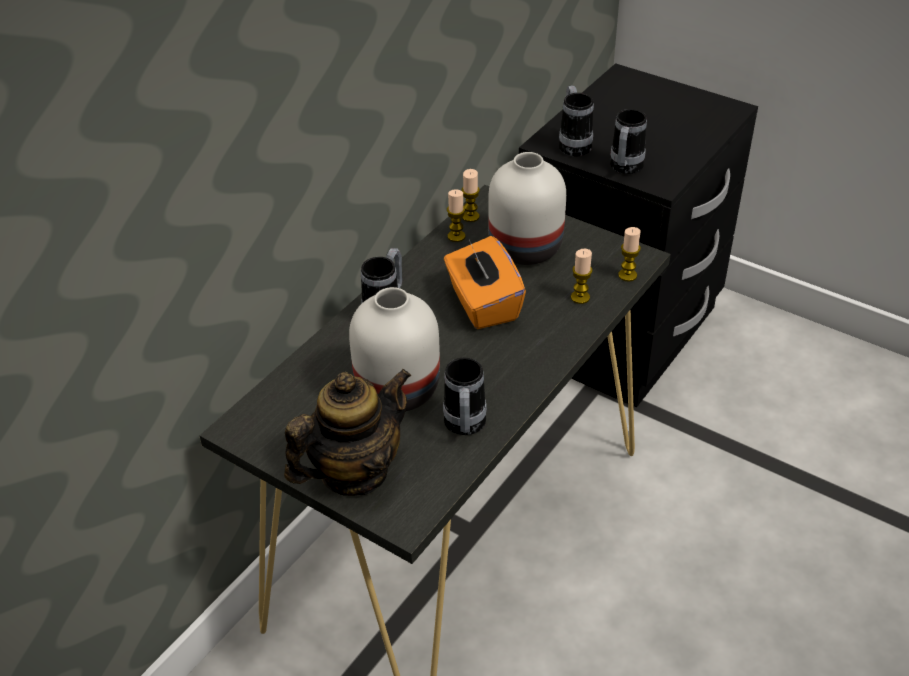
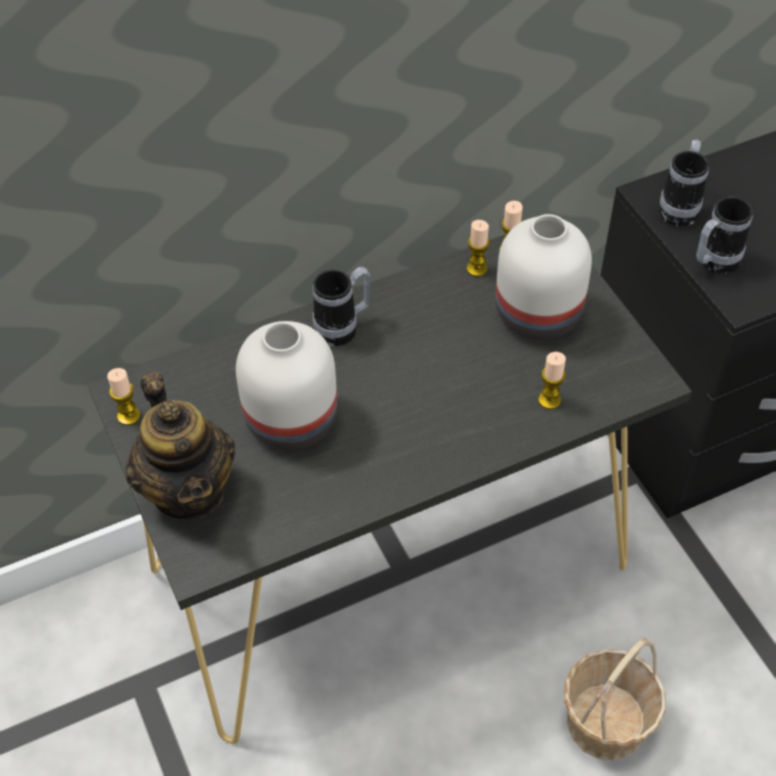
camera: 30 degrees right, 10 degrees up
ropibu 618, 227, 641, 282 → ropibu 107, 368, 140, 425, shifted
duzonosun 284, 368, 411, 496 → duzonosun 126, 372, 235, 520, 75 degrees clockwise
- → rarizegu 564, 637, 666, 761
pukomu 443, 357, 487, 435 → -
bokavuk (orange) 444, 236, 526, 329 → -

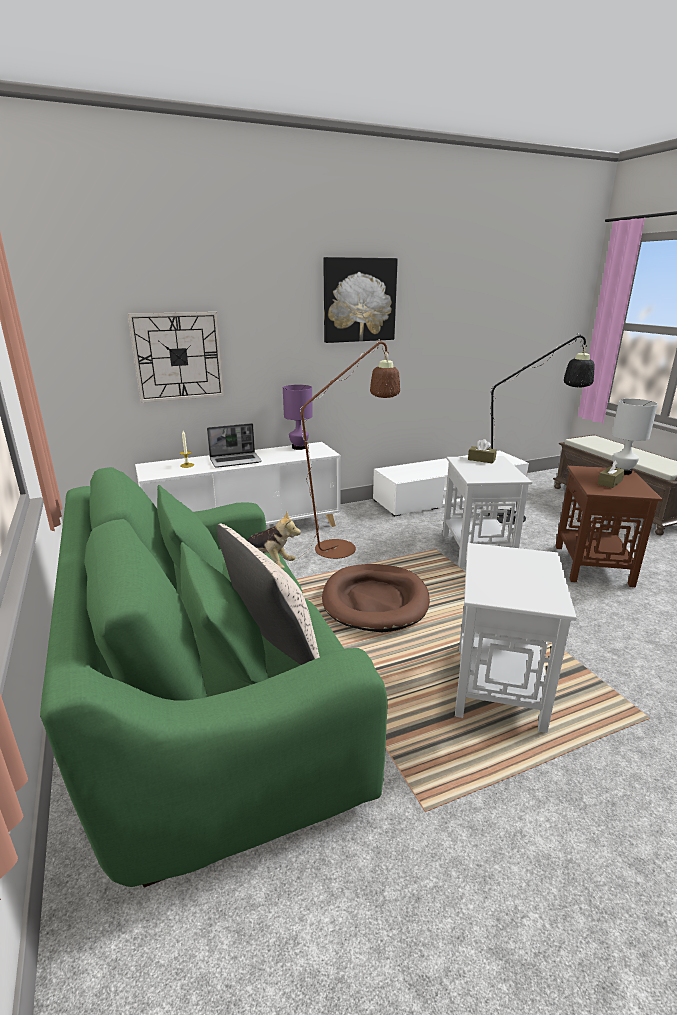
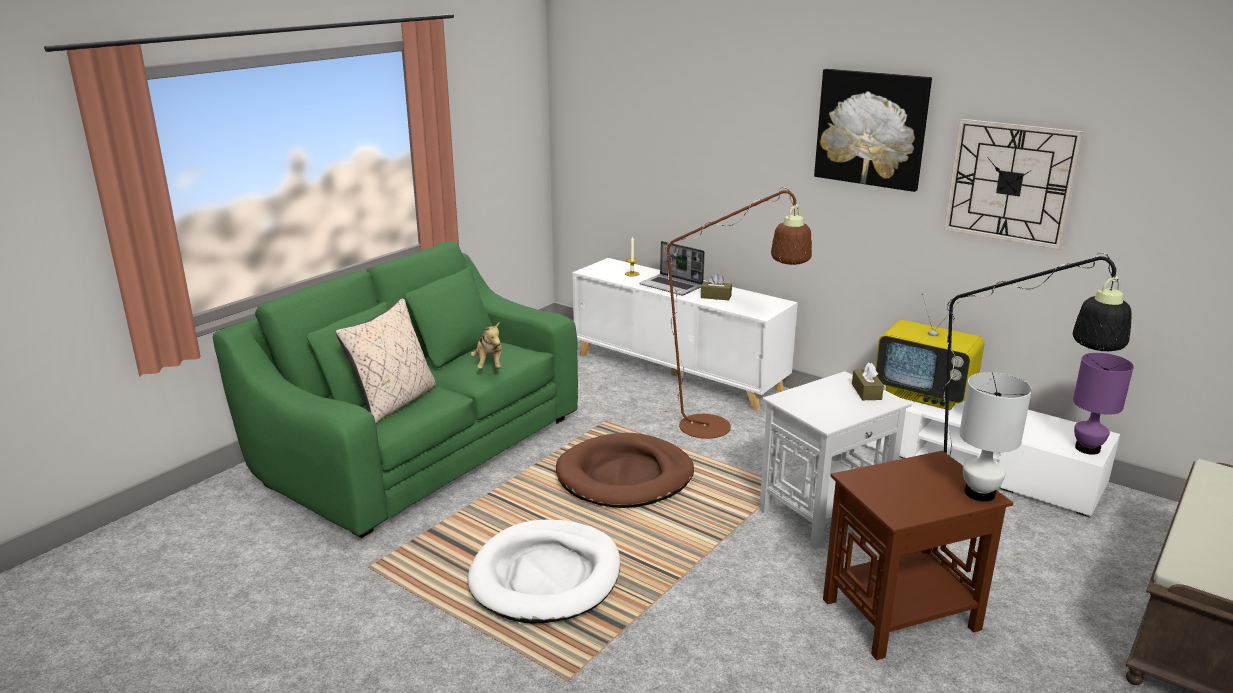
camera: 60 degrees right, 0 degrees up
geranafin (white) 455, 543, 577, 733 → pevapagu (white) 468, 519, 620, 623
bokavuk (brown) 598, 460, 625, 488 → bokavuk (brown) 701, 274, 732, 300, shifted
- → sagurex 875, 293, 984, 410
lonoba 128, 312, 224, 403 → lonoba 944, 119, 1084, 250, shifted
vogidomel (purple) 283, 385, 313, 450 → vogidomel (purple) 1073, 353, 1134, 455, shifted

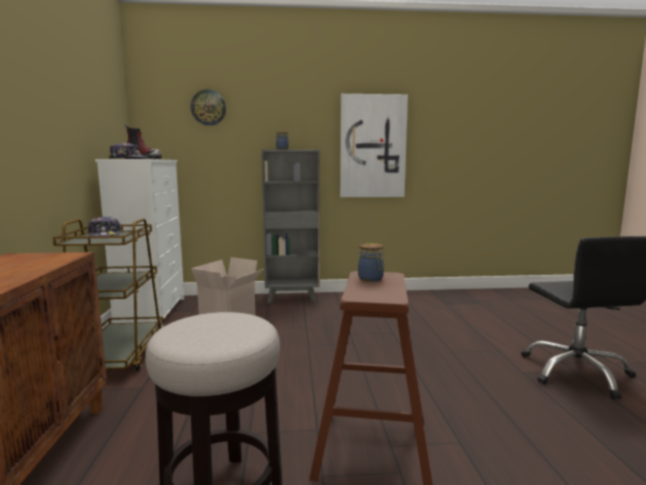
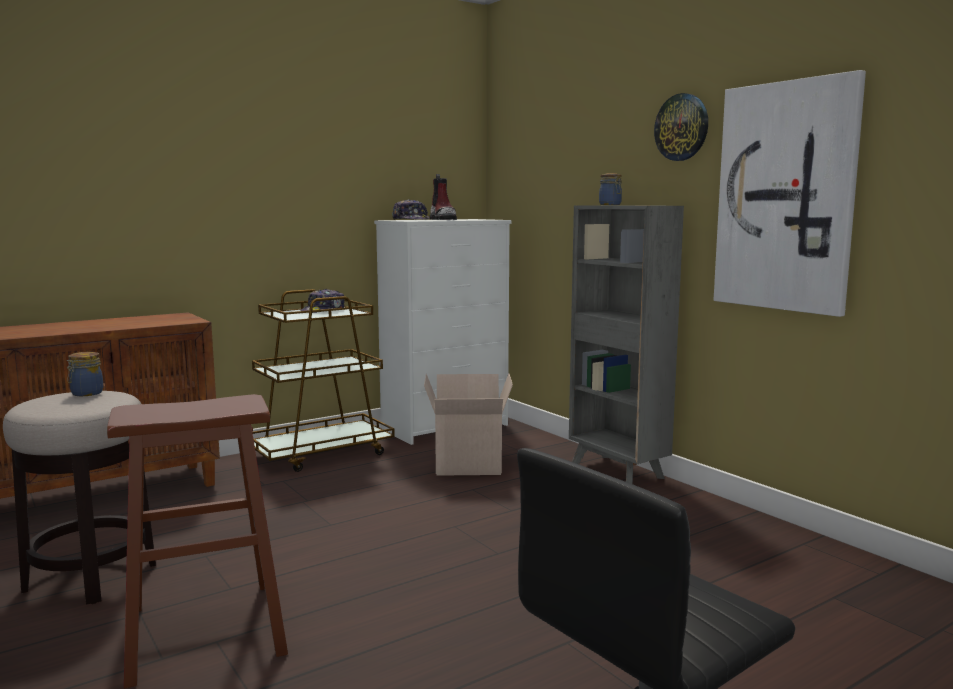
camera: 60 degrees right, 0 degrees up
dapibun 358, 243, 384, 282 → dapibun 67, 352, 103, 396, shifted
lonoba 191, 90, 226, 126 → lonoba 654, 93, 708, 161, shifted

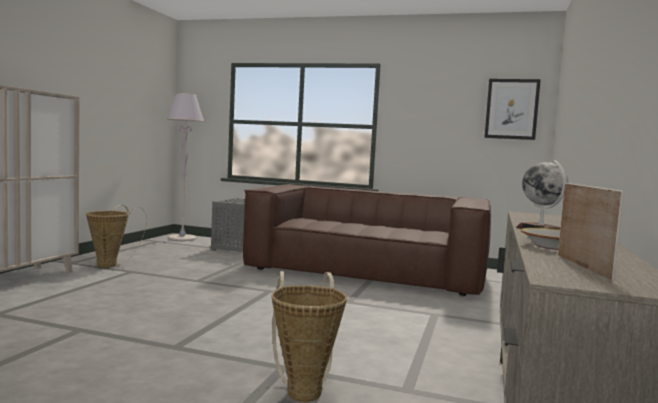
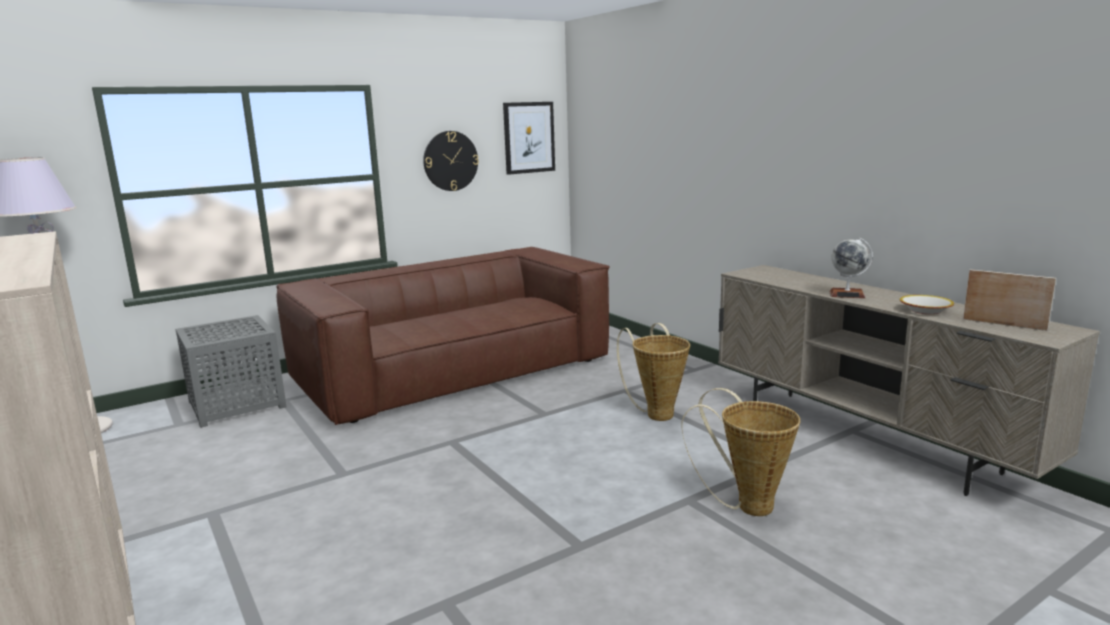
camera: 50 degrees left, 10 degrees up
- → lonoba 423, 131, 479, 191
rarizegu 86, 205, 147, 268 → rarizegu 617, 323, 690, 421, shifted

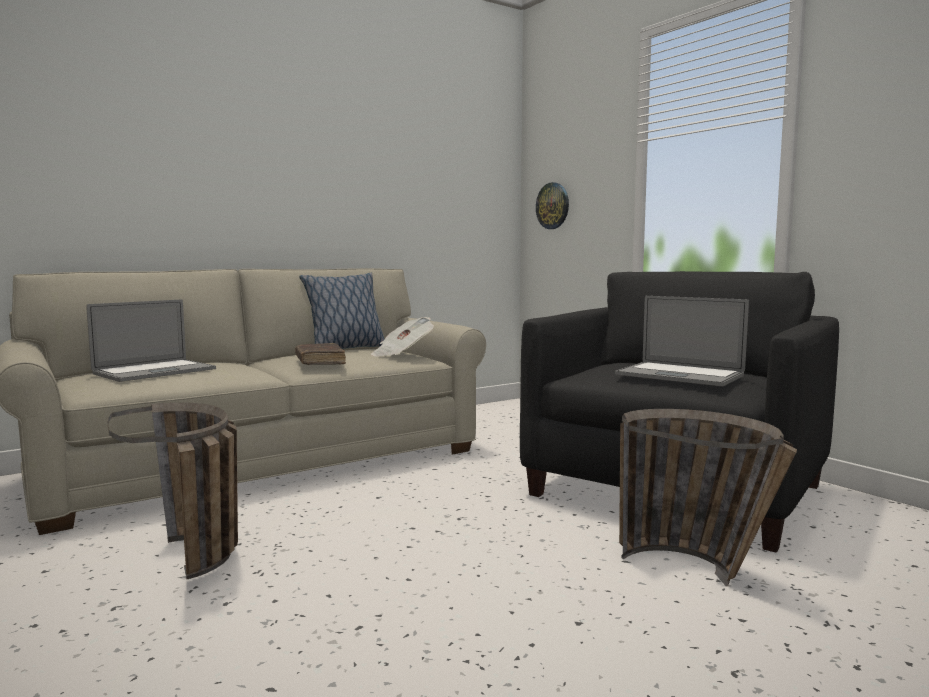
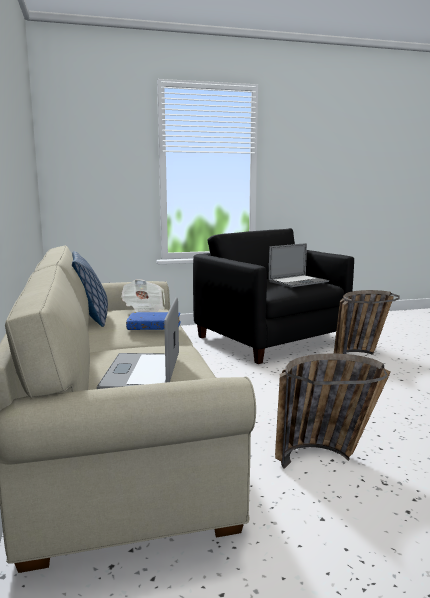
camera: 70 degrees left, 5 degrees up
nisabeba 86, 299, 216, 382 → nisabeba 97, 297, 179, 389, 150 degrees counterclockwise
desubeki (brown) 295, 343, 346, 365 → desubeki (blue) 126, 312, 181, 330
lonoba 536, 182, 569, 229 → -

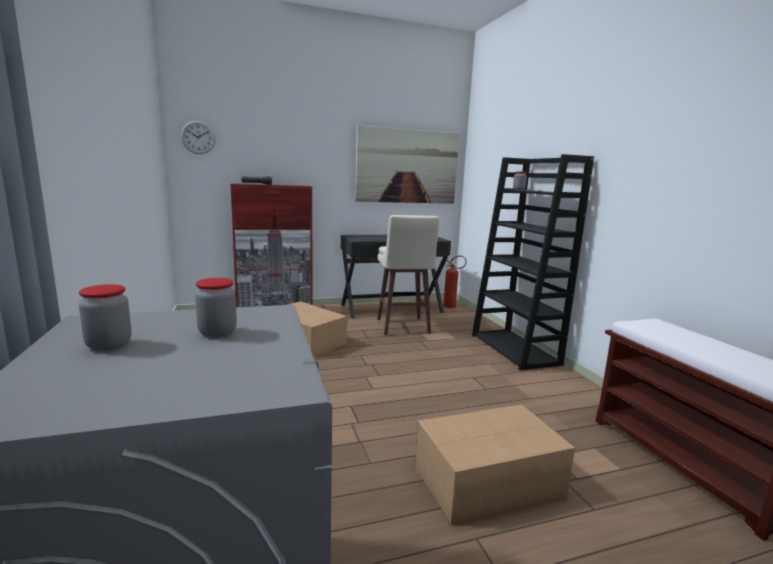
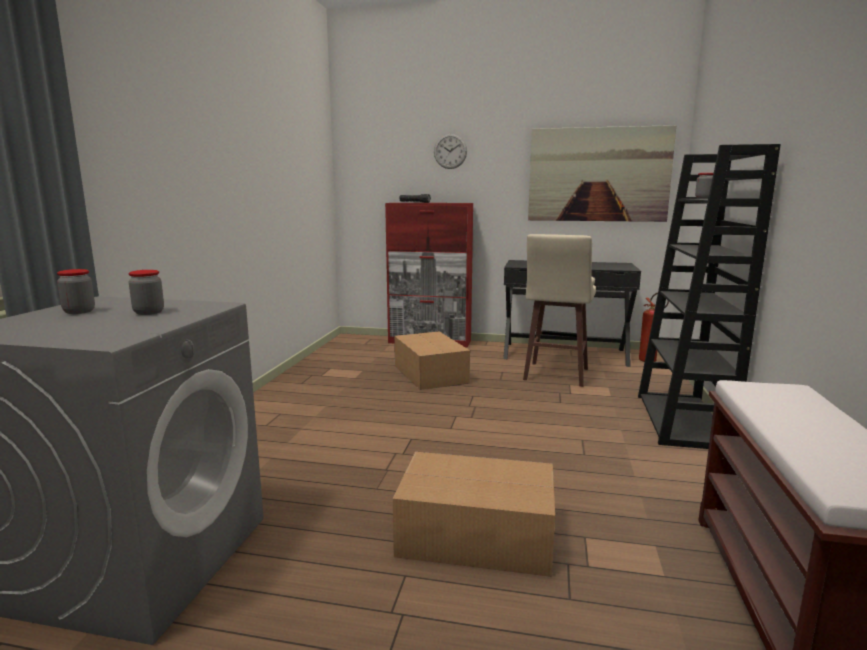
camera: 30 degrees right, 0 degrees up
lonoba 181, 121, 216, 154 → lonoba 434, 134, 467, 169, shifted

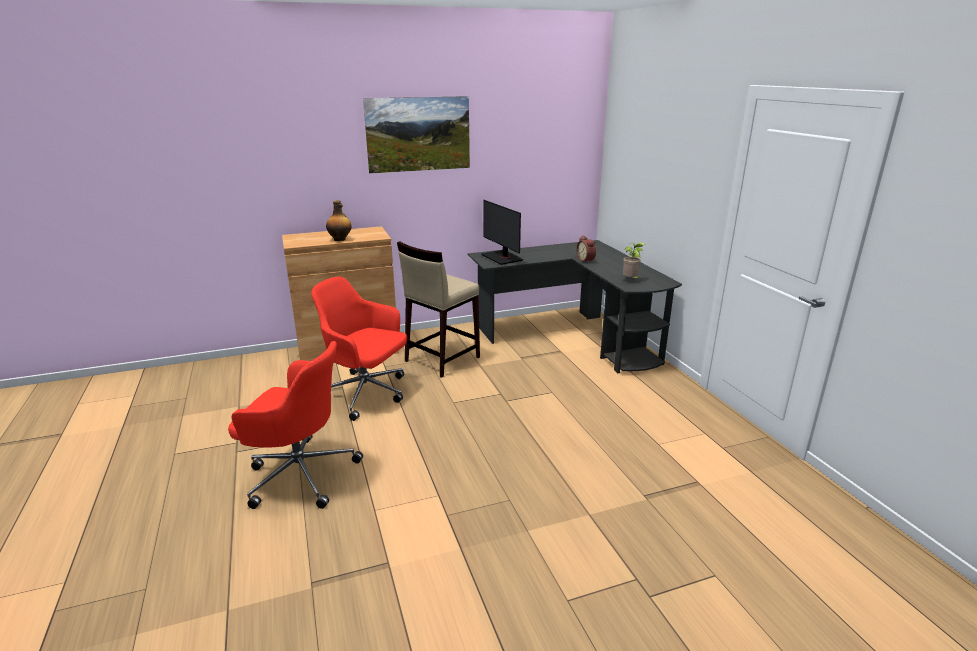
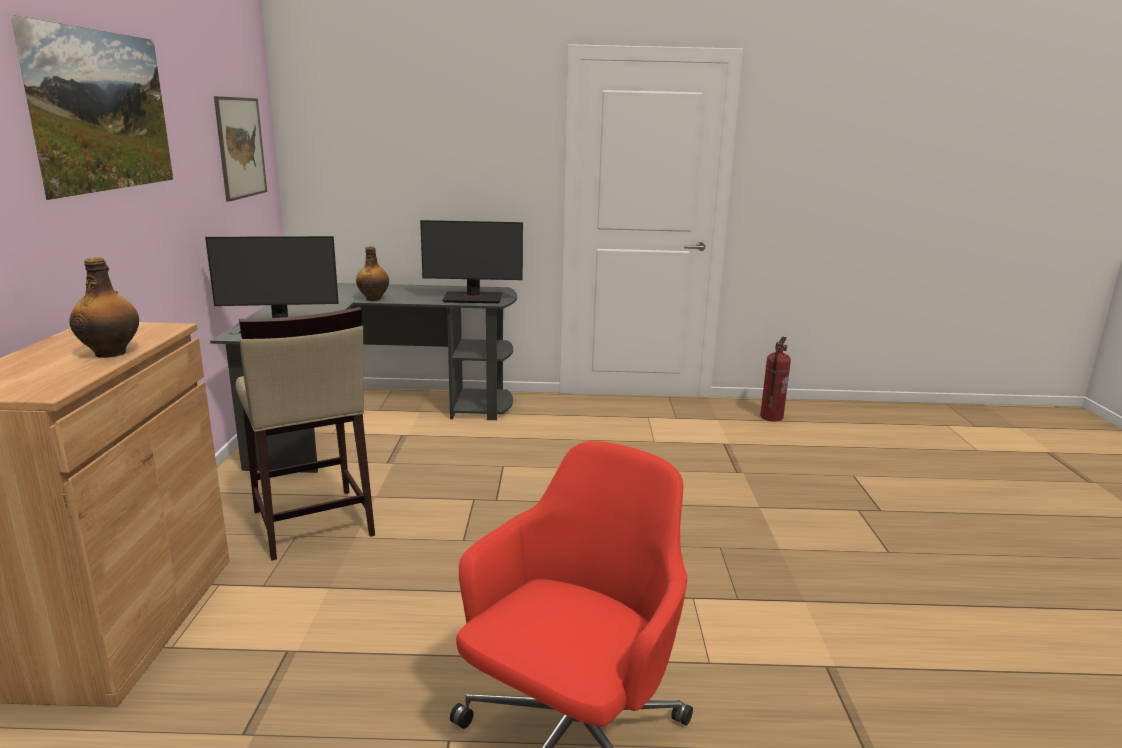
camera: 70 degrees left, 5 degrees down
- → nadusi 214, 96, 267, 202
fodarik 577, 236, 596, 263 → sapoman 356, 247, 389, 301
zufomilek 623, 243, 645, 278 → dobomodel 420, 220, 523, 303
- → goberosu 760, 337, 791, 422
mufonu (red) 311, 276, 407, 421 → -

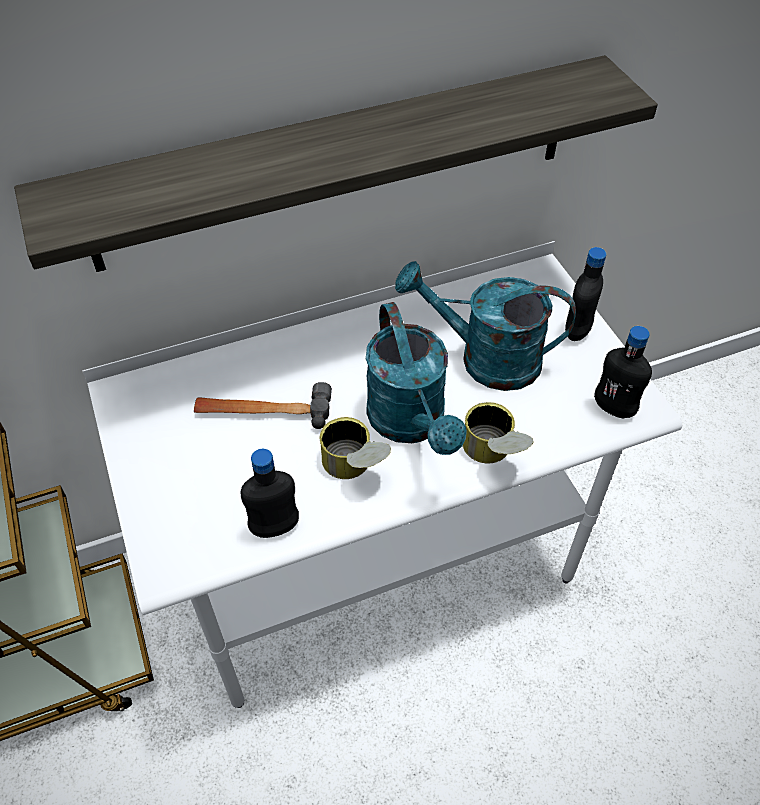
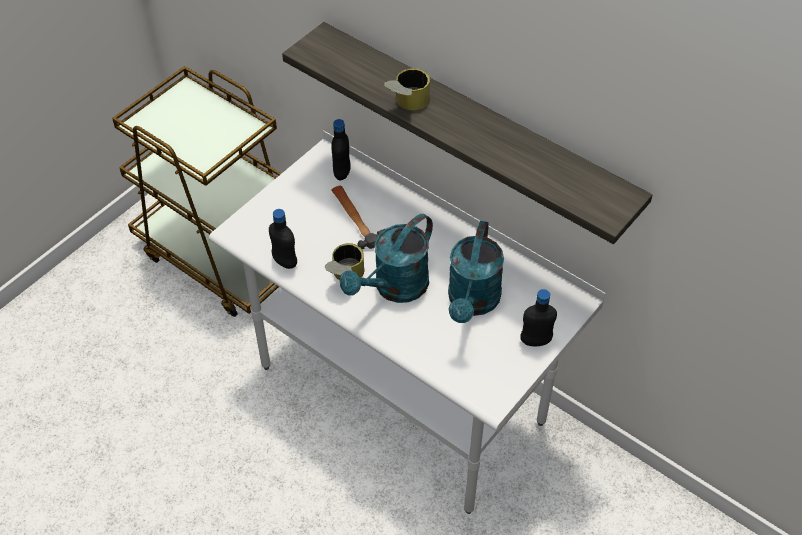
camera: 60 degrees right, 0 degrees up
sapoman (black) 594, 326, 652, 419 → sapoman (black) 331, 119, 350, 180, shifted
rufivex 463, 402, 534, 464 → rufivex 384, 68, 430, 110, shifted
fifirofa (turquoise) 395, 261, 576, 391 → fifirofa (turquoise) 448, 221, 504, 323, 150 degrees counterclockwise

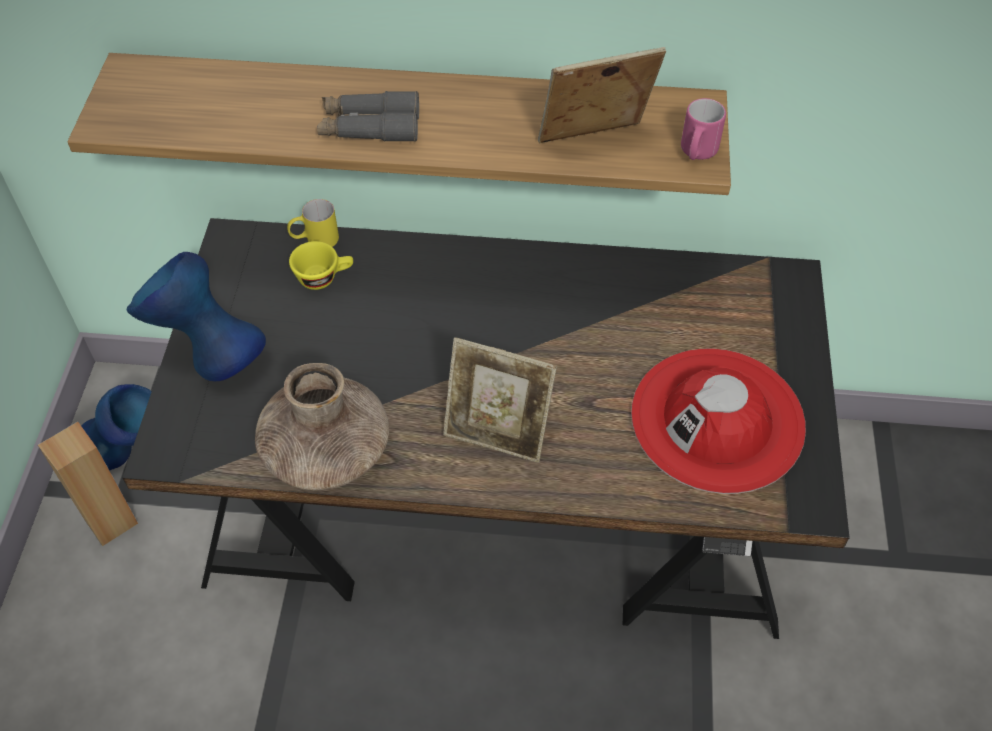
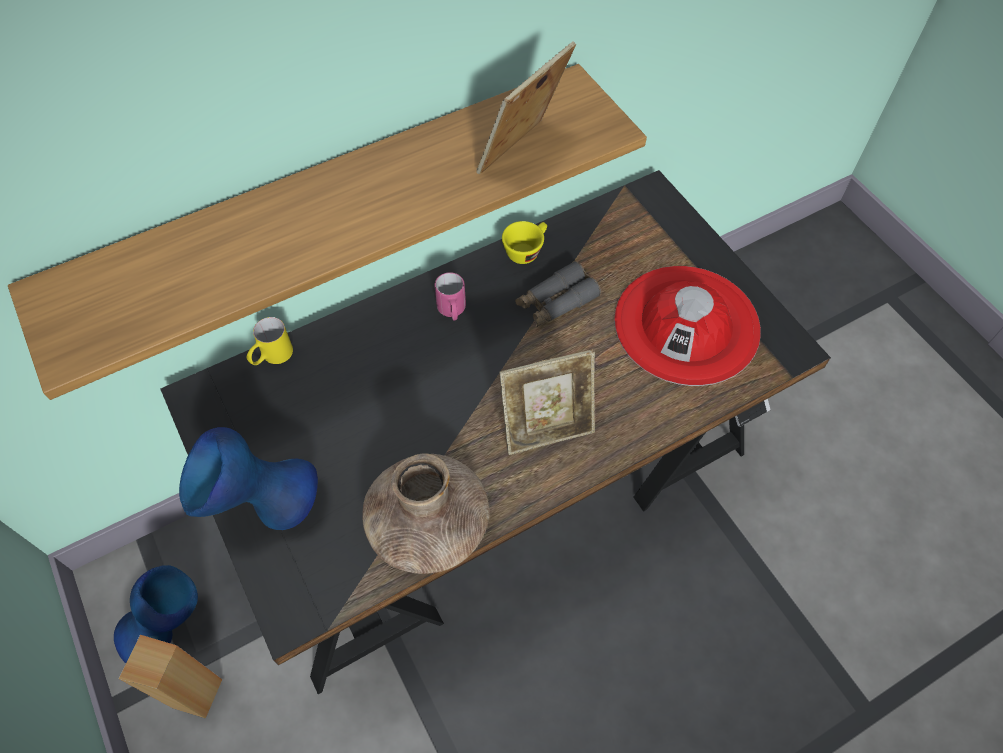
camera: 35 degrees left, 5 degrees up
pukomu (pink) 681, 98, 726, 160 → pukomu (pink) 434, 272, 466, 320, shifted
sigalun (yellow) 289, 241, 353, 290 → sigalun (yellow) 502, 221, 547, 264, shifted
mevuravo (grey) 317, 91, 419, 142 → mevuravo (grey) 515, 261, 601, 327, shifted

